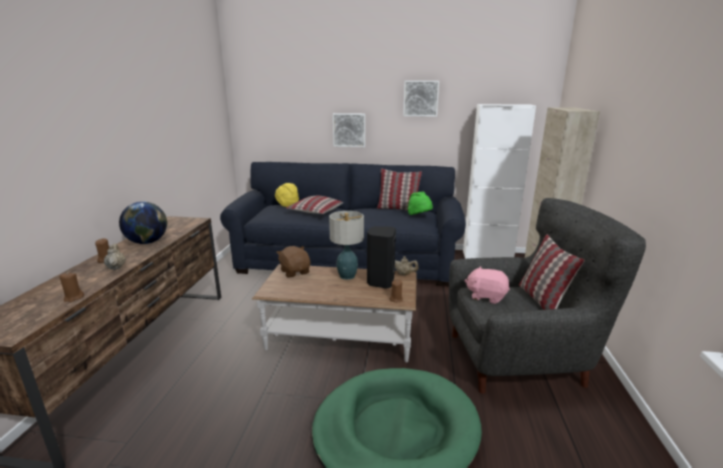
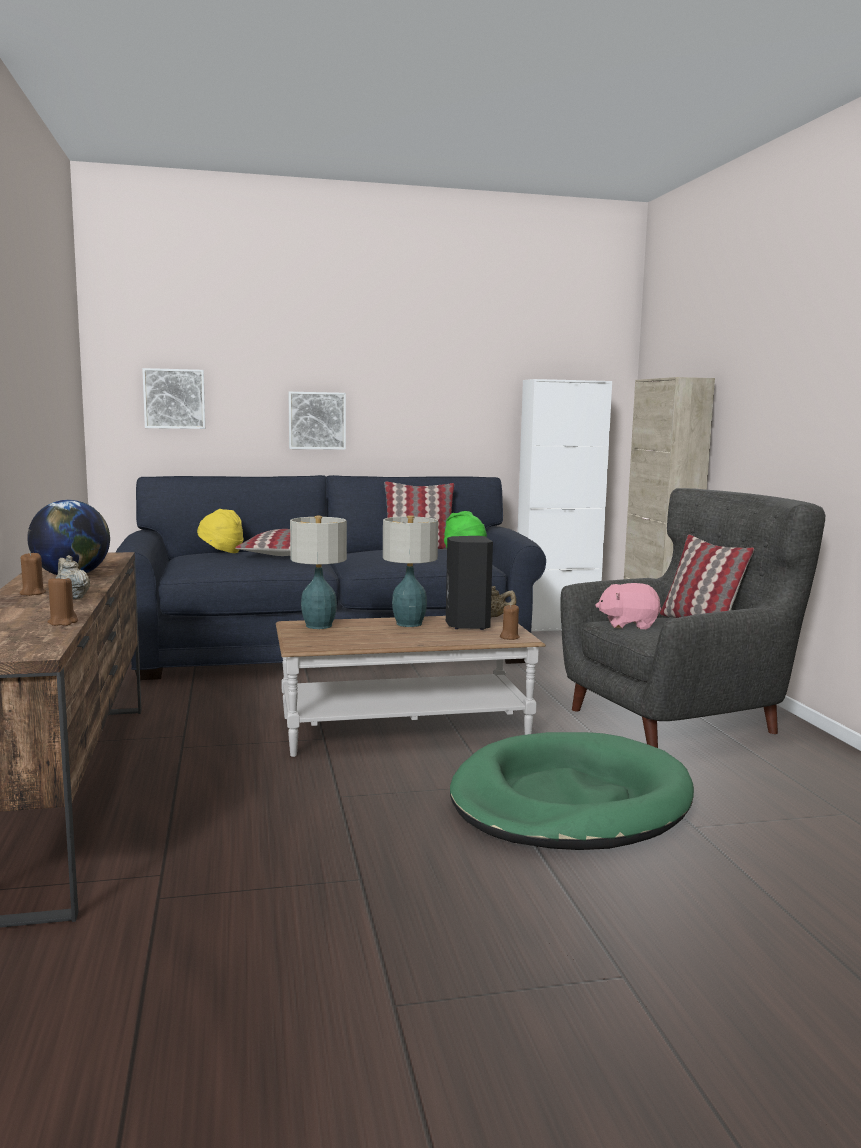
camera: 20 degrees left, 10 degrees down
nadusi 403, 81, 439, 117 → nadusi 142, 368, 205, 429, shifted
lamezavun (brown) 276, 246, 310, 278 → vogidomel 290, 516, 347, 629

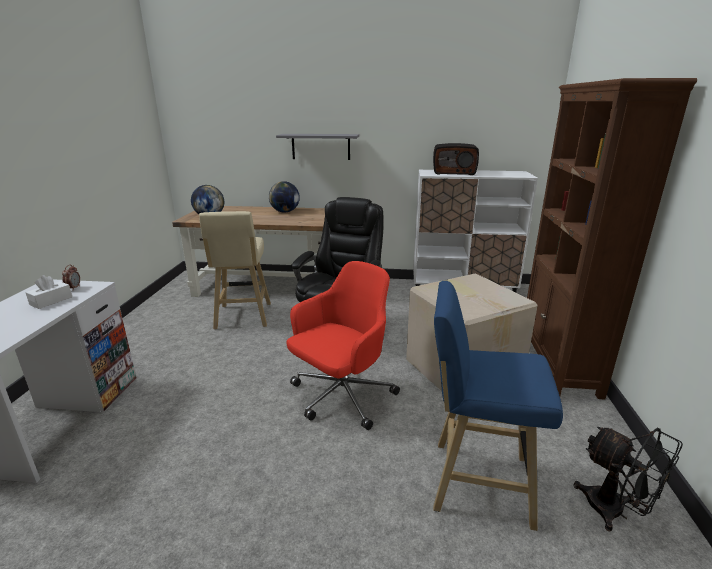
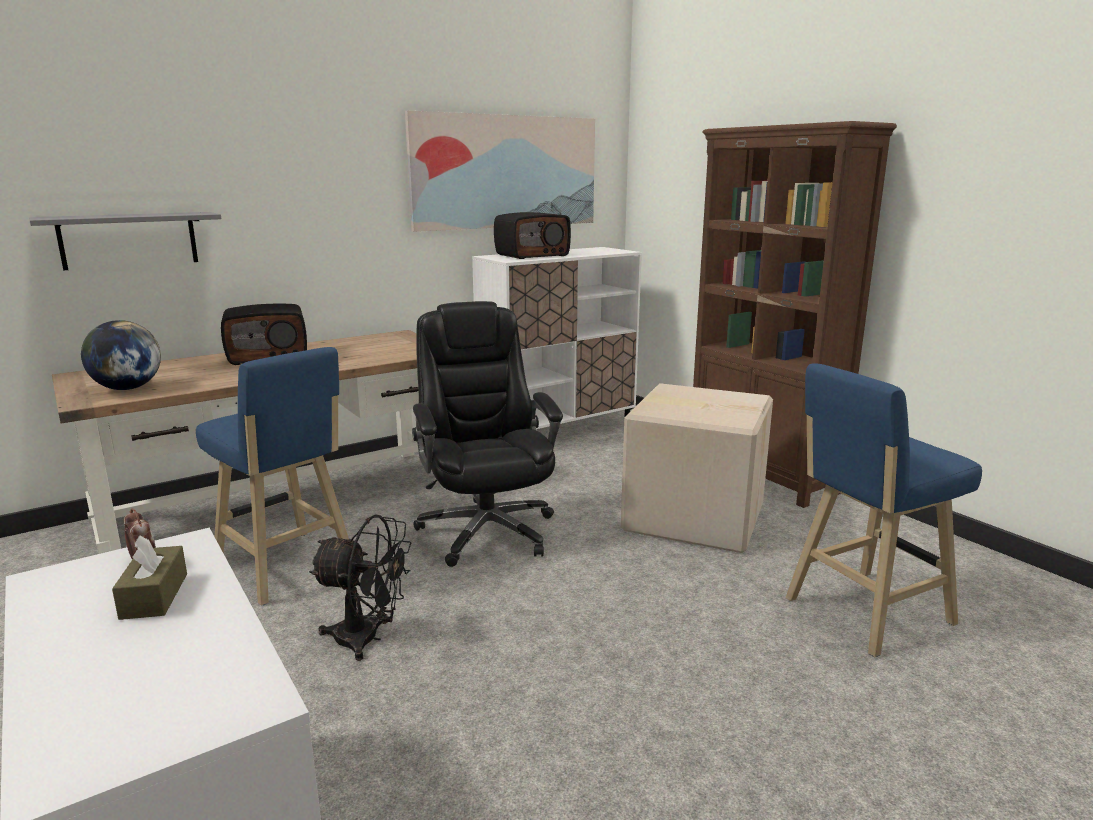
camera: 40 degrees left, 5 degrees down
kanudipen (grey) 276, 134, 359, 160 → kanudipen (grey) 29, 212, 221, 270, shifted
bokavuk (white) 25, 275, 72, 309 → bokavuk (brown) 112, 535, 187, 620
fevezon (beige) 199, 211, 271, 329 → fevezon (blue) 196, 347, 349, 606
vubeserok 269, 181, 300, 213 → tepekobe 221, 304, 307, 365
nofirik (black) 573, 427, 683, 532 → nofirik (black) 309, 514, 411, 661, shifted
- → nadusi 405, 111, 595, 232
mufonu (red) 287, 261, 400, 430 → -

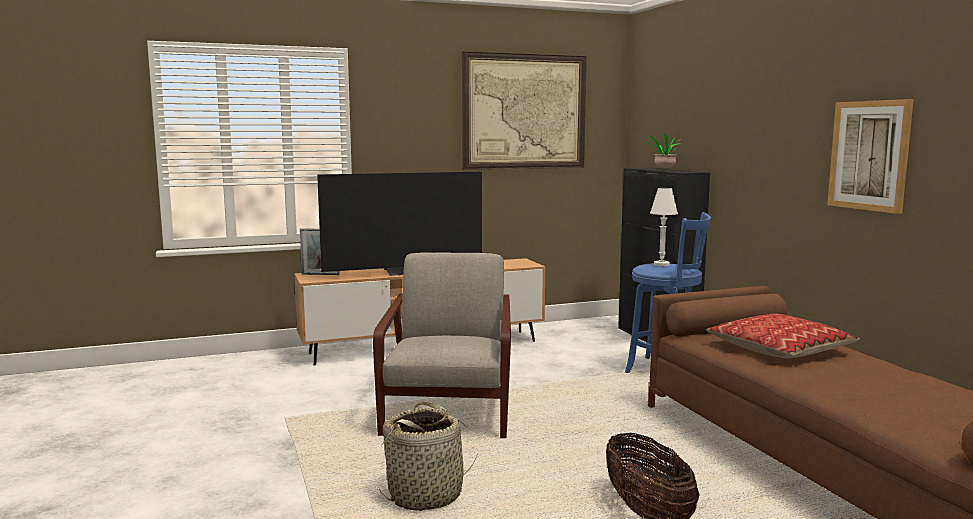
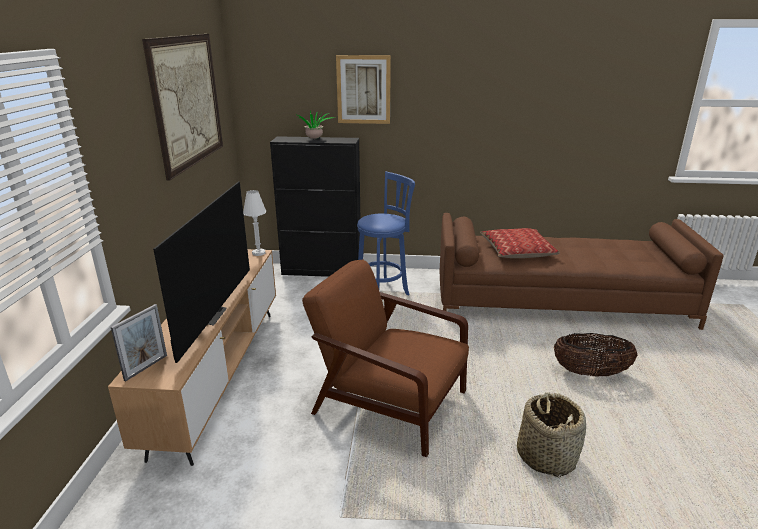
camera: 65 degrees left, 15 degrees up
vogidomel (white) 650, 188, 678, 266 → vogidomel (white) 243, 190, 266, 256, shifted
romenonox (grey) 373, 252, 511, 438 → romenonox (brown) 302, 260, 469, 457
nadusi 827, 99, 914, 214 → nadusi 336, 55, 391, 124, shifted

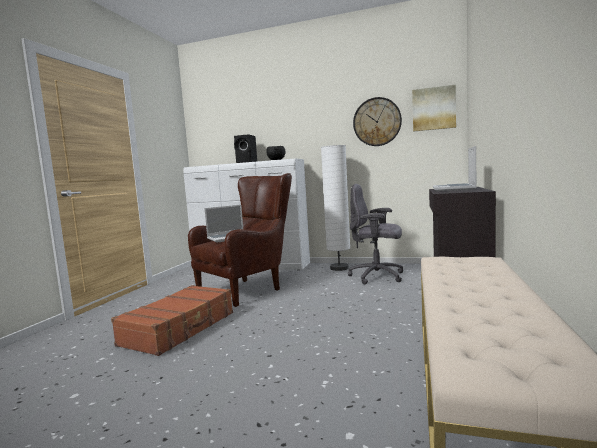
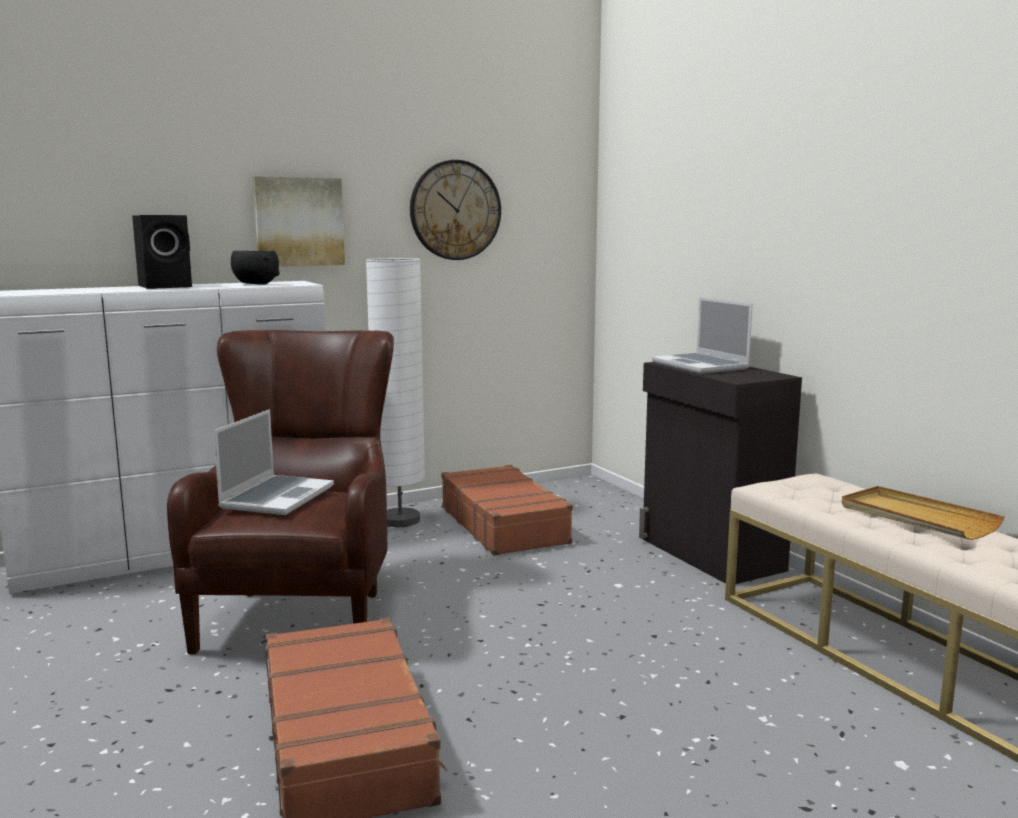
camera: 45 degrees left, 5 degrees up
nadusi 412, 85, 456, 132 → nadusi 253, 176, 345, 267, shifted
mufonu (grey) 348, 184, 403, 284 → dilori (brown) 441, 465, 573, 556
- → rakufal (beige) 841, 486, 1005, 540

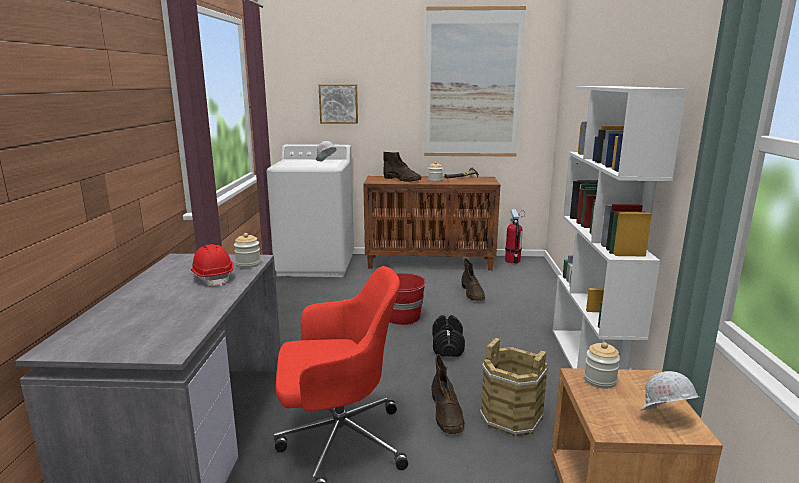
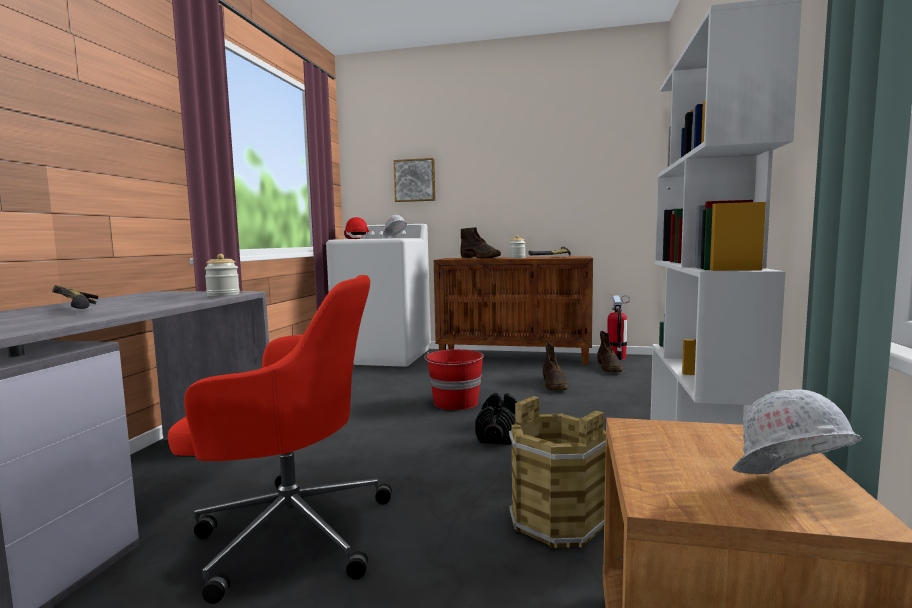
camera: 10 degrees right, 10 degrees down
- → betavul 52, 285, 99, 309
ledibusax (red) 191, 244, 234, 286 → ledibusax (red) 344, 217, 369, 239, shifted
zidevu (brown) 432, 354, 465, 434 → zidevu (brown) 597, 331, 623, 372, shifted
nadusi 424, 6, 526, 157 → -
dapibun 584, 342, 620, 389 → -

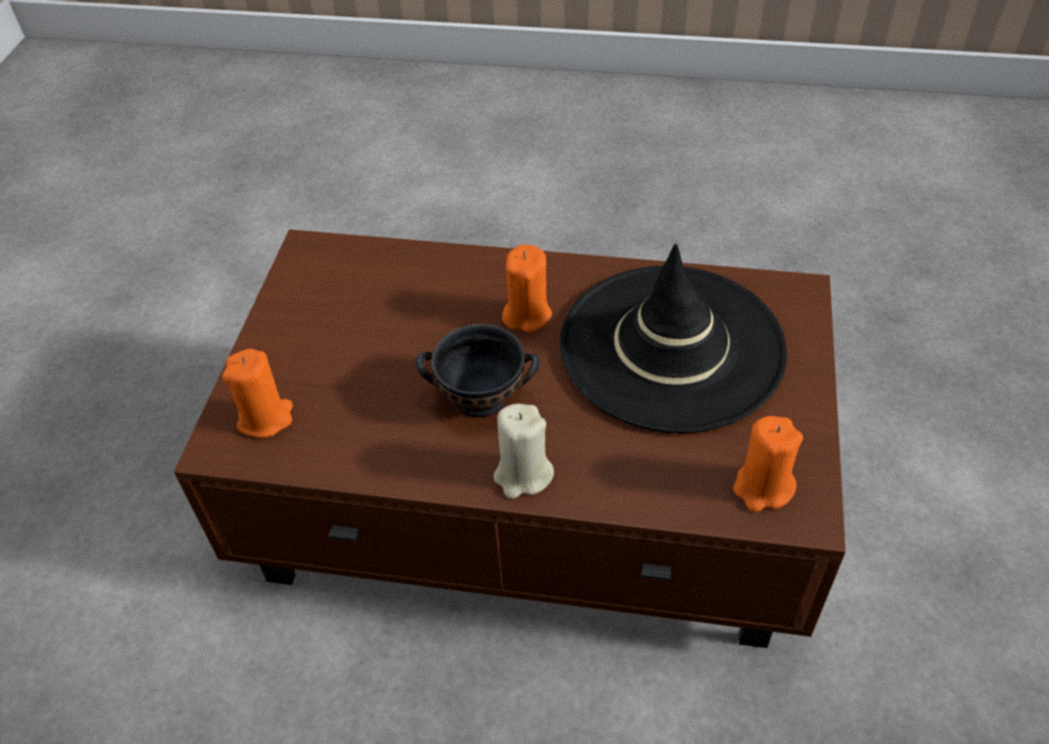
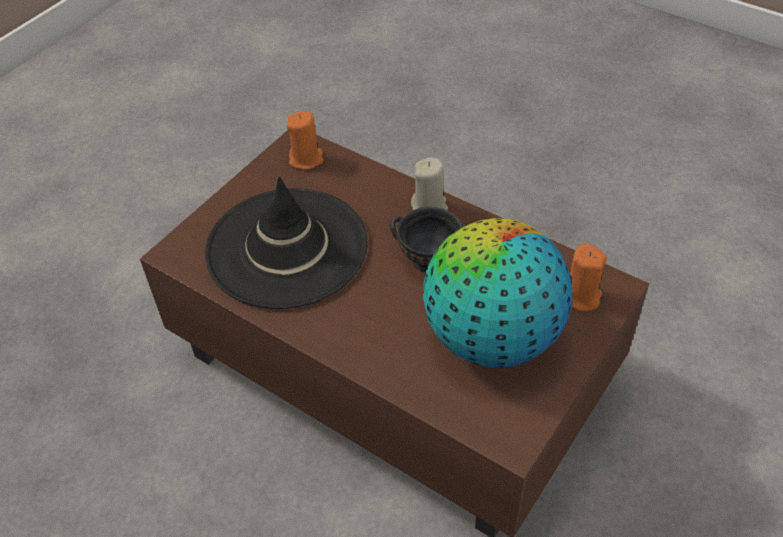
camera: 155 degrees left, 0 degrees up
- → vubeserok 423, 218, 572, 368
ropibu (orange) 502, 245, 552, 332 → -

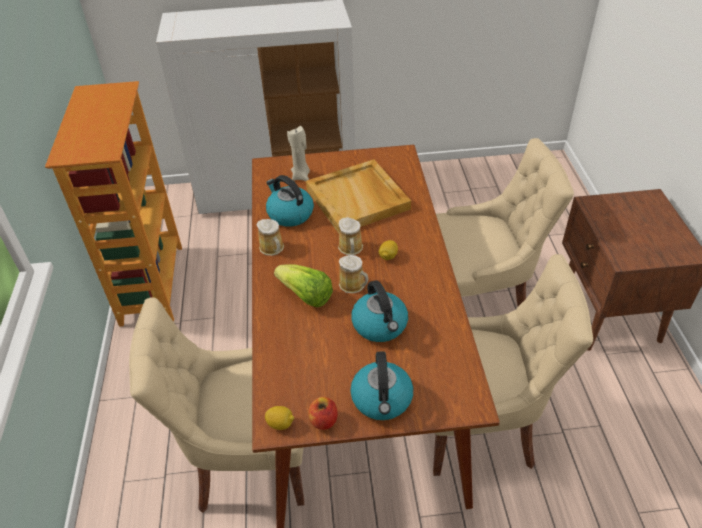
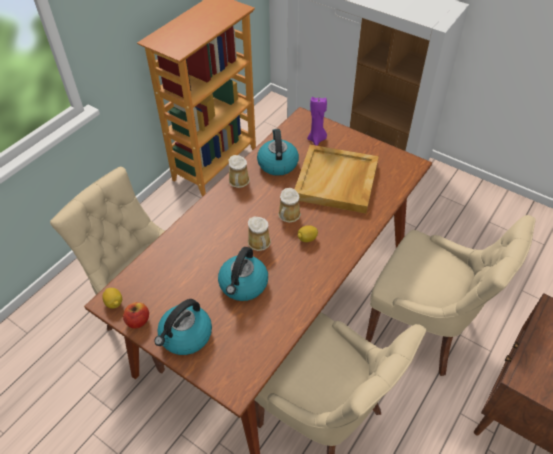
camera: 40 degrees right, 5 degrees up
ropibu (beige) 287, 126, 310, 181 → ropibu (purple) 307, 97, 327, 146
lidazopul 274, 264, 333, 307 → -

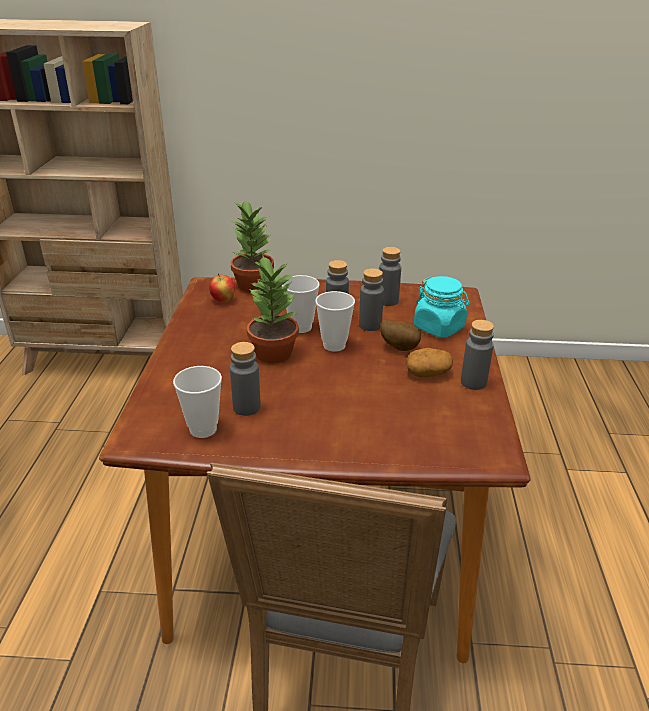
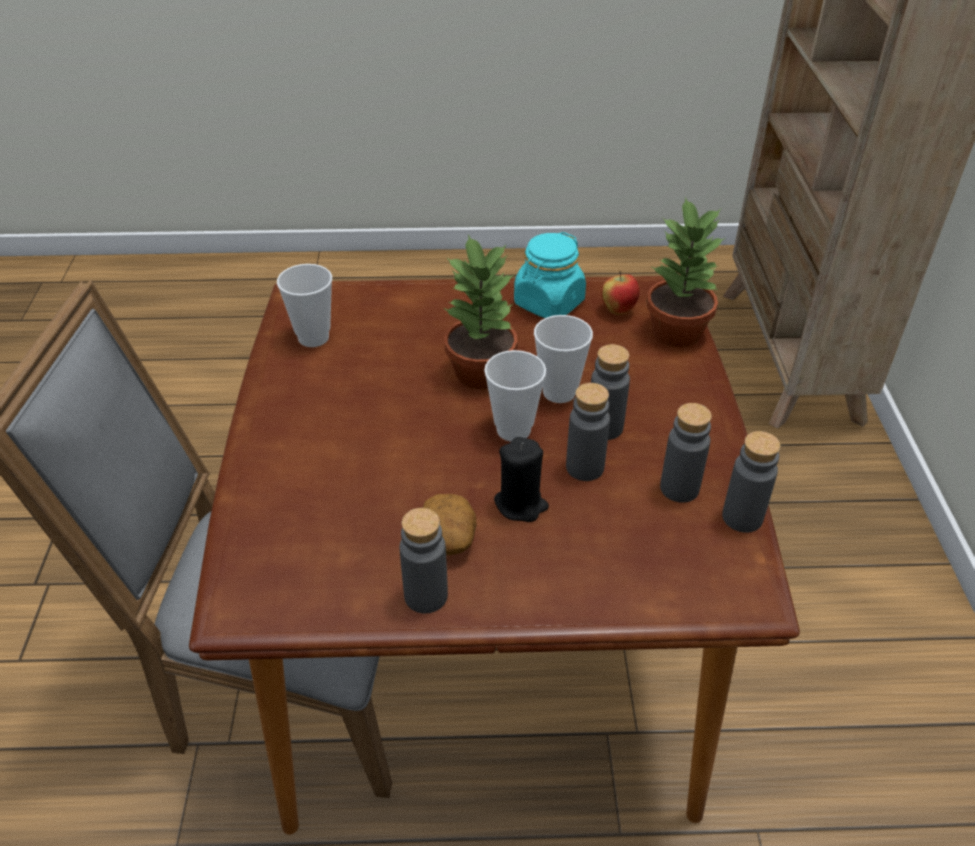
camera: 85 degrees right, 10 degrees up
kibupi 380, 319, 421, 351 → ropibu (black) 494, 437, 549, 522
dapibun (turquoise) 414, 276, 470, 338 → dapibun (turquoise) 514, 232, 586, 318, shifted
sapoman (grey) 230, 342, 261, 416 → sapoman (grey) 722, 431, 781, 533, shifted

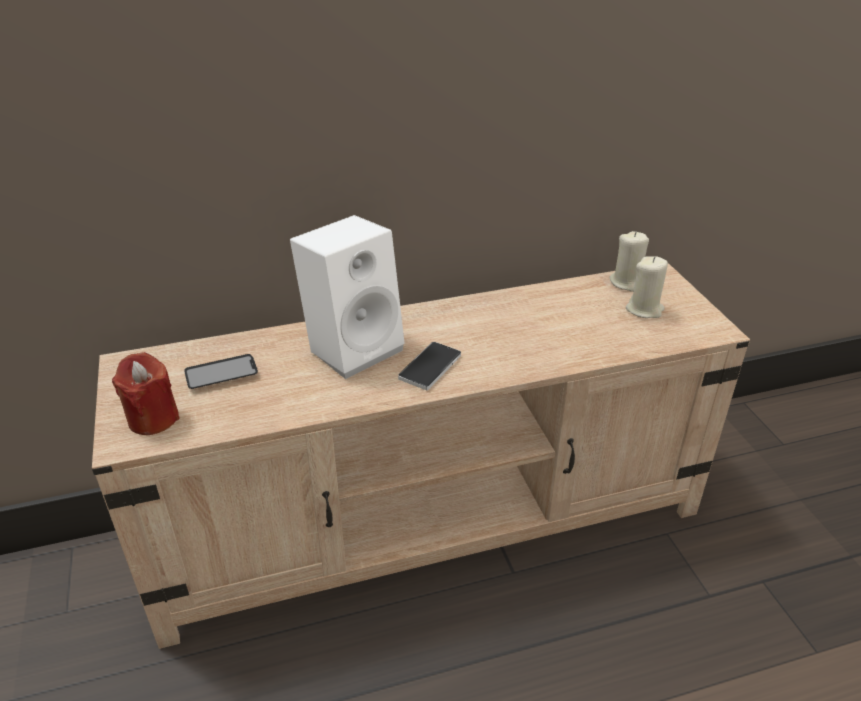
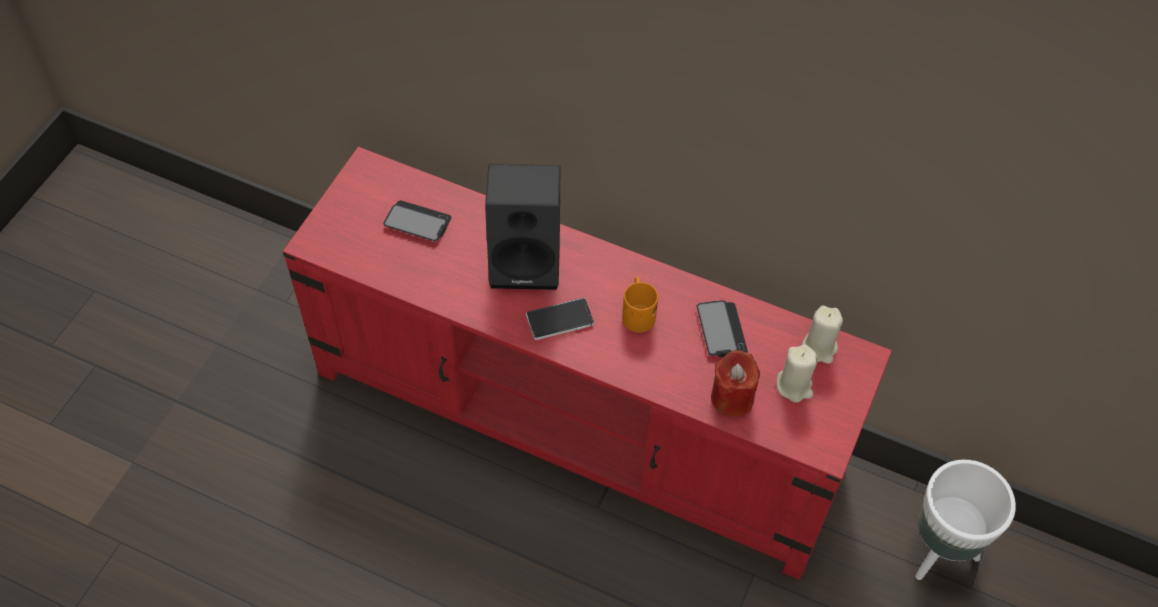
camera: 40 degrees right, 20 degrees up
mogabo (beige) 92, 263, 750, 649 → mogabo (red) 283, 147, 892, 580
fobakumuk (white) 290, 215, 405, 379 → fobakumuk (black) 485, 164, 560, 290
- → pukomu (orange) 622, 276, 658, 333
- → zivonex 697, 300, 748, 357
ropibu (red) 112, 352, 180, 435 → ropibu (red) 711, 350, 760, 417, shifted
- → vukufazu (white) 915, 460, 1016, 580

